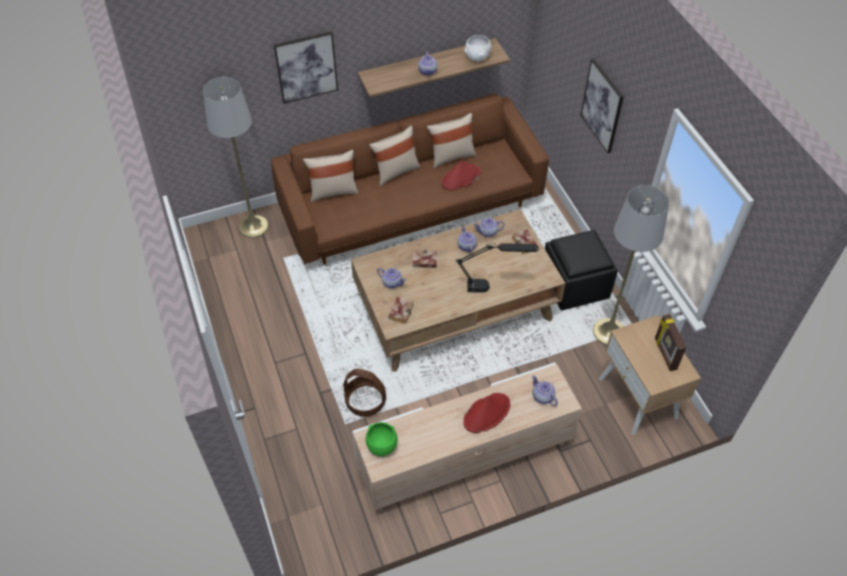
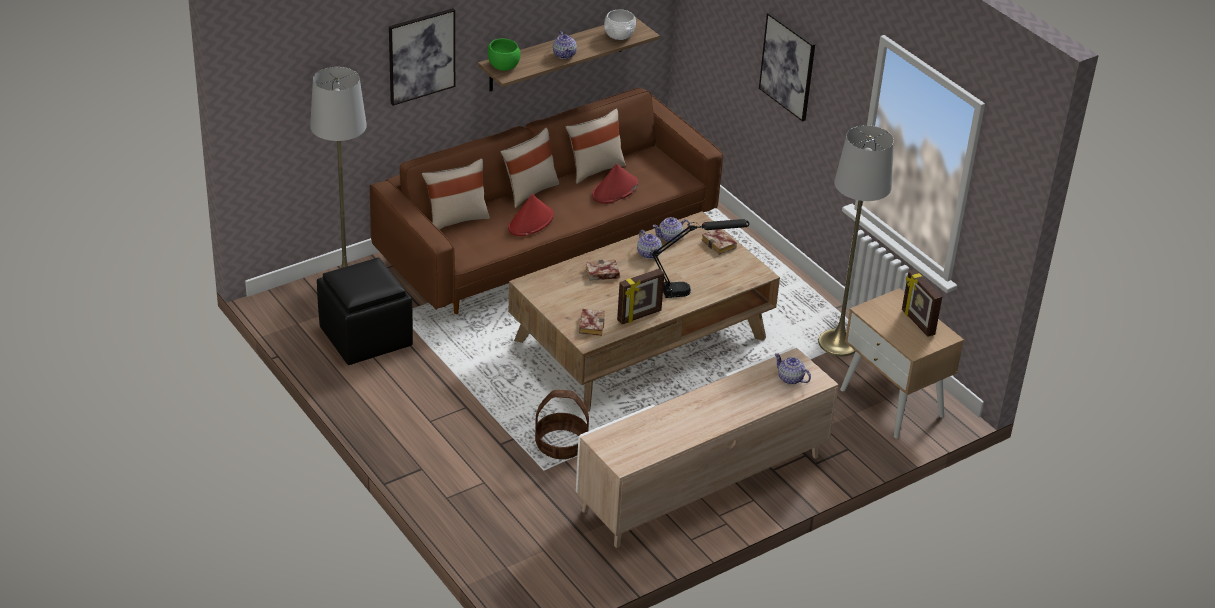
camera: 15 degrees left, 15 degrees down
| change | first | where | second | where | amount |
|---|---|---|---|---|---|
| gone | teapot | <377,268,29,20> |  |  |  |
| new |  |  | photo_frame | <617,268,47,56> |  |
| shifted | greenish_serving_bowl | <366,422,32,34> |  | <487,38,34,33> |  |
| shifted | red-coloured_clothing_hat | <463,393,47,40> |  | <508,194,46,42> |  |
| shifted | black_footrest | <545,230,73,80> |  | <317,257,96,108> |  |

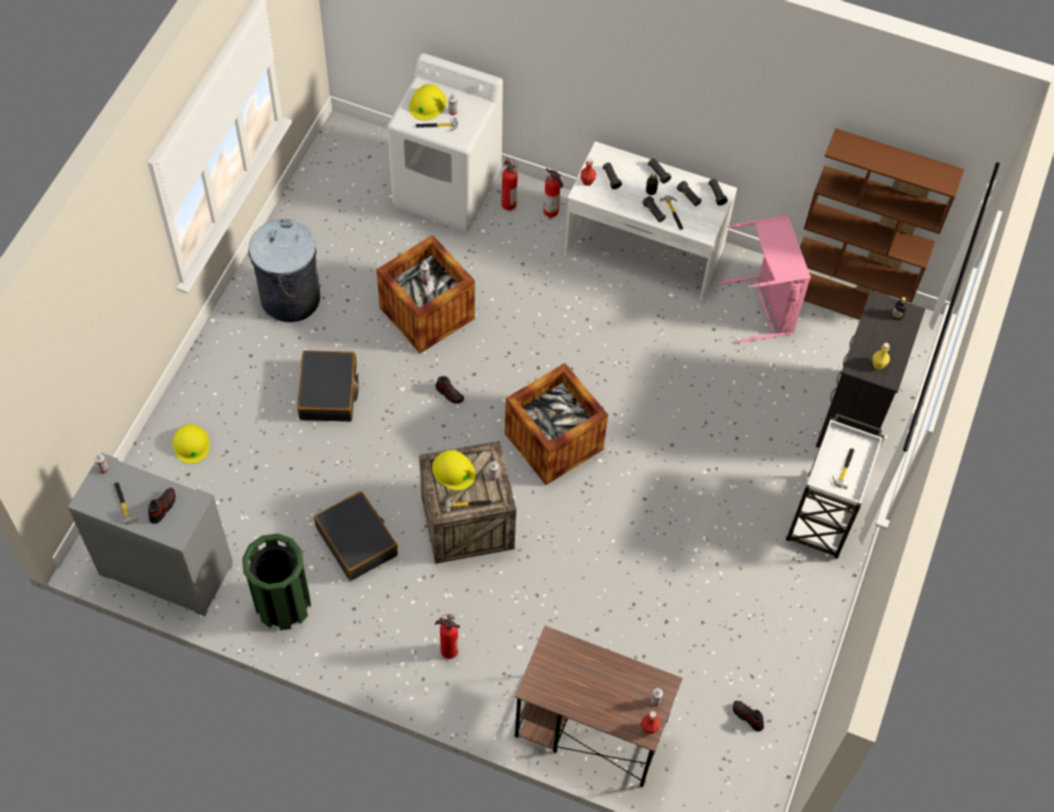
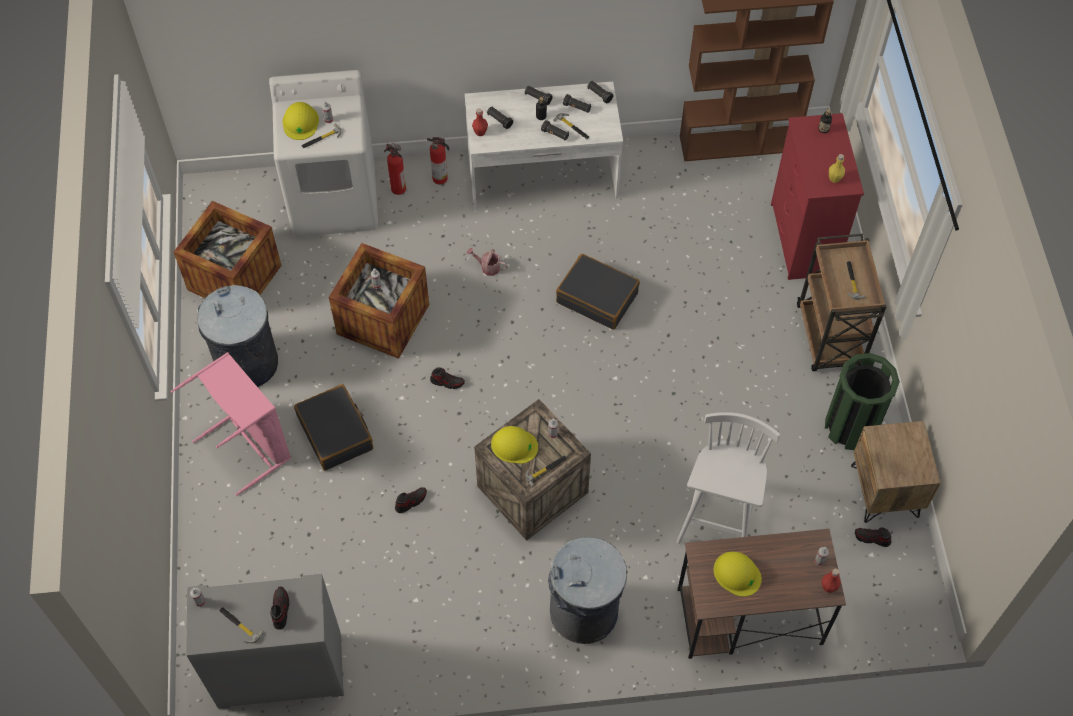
camera: 25 degrees left, 0 degrees up
| change | first | where | second | where | amount |
|---|---|---|---|---|---|
| new |  |  | shoe | <395,487,32,26> |  |
| new |  |  | sprinkling_can | <467,247,41,29> |  |
| new |  |  | whitish_stool_seat | <677,412,104,132> |  |
| new |  |  | brown_nightstand | <851,421,90,102> |  |
| shifted | yellow_work_helmet | <172,424,38,40> |  | <713,552,49,45> |  |
| shifted | greenish_waste_bin | <242,533,69,97> |  | <825,353,75,97> |  |
| shifted | black_suitcase | <314,491,84,90> |  | <556,254,84,76> |  |
| shifted | packing_crate | <505,363,103,122> |  | <174,201,108,97> |  |
| shifted | pinkish_hamper | <715,215,96,128> |  | <171,352,120,144> |  |
| swapped | fire-fighting_cylinder | <435,614,25,45> | gray_waste_bin | <548,537,80,107> |  |
| repainted | whitish_trolley | <786,414,98,145> | brown_trolley | <797,234,89,137> |  |
| repainted | black_chest_of_drawers | <816,290,109,158> | red-coloured_chest_of_drawers | <771,113,93,167> |  |

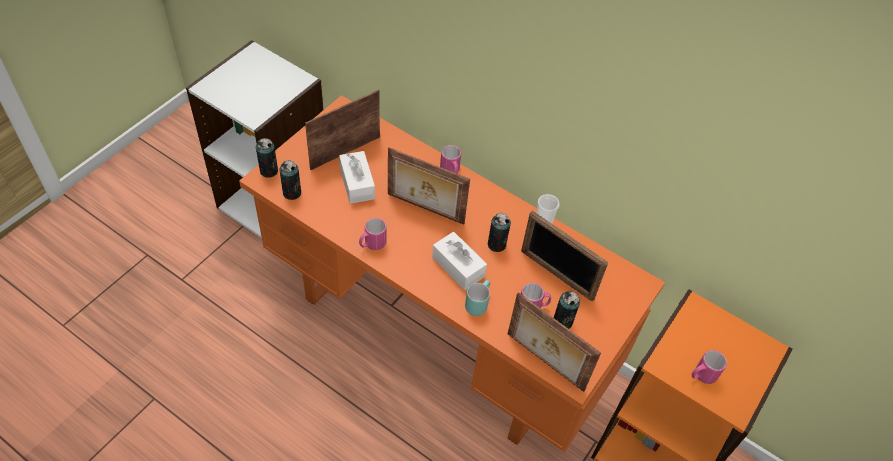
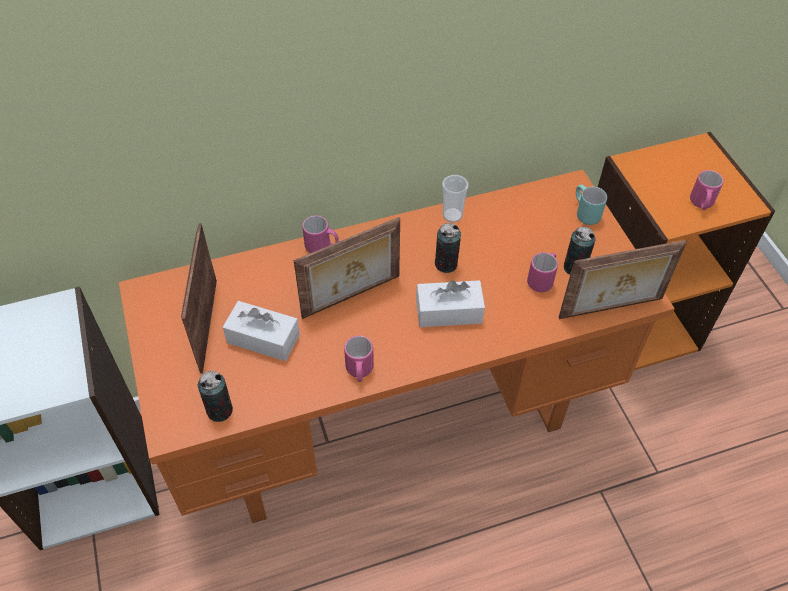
camera: 50 degrees left, 0 degrees up
| change | first | where | second | where | amount |
|---|---|---|---|---|---|
| gone | metal_can | <256,138,22,40> |  |  |  |
| gone | photo_frame | <521,211,88,90> |  |  |  |
| shifted | blue-green_mug | <465,280,25,36> |  | <576,185,31,40> |  |

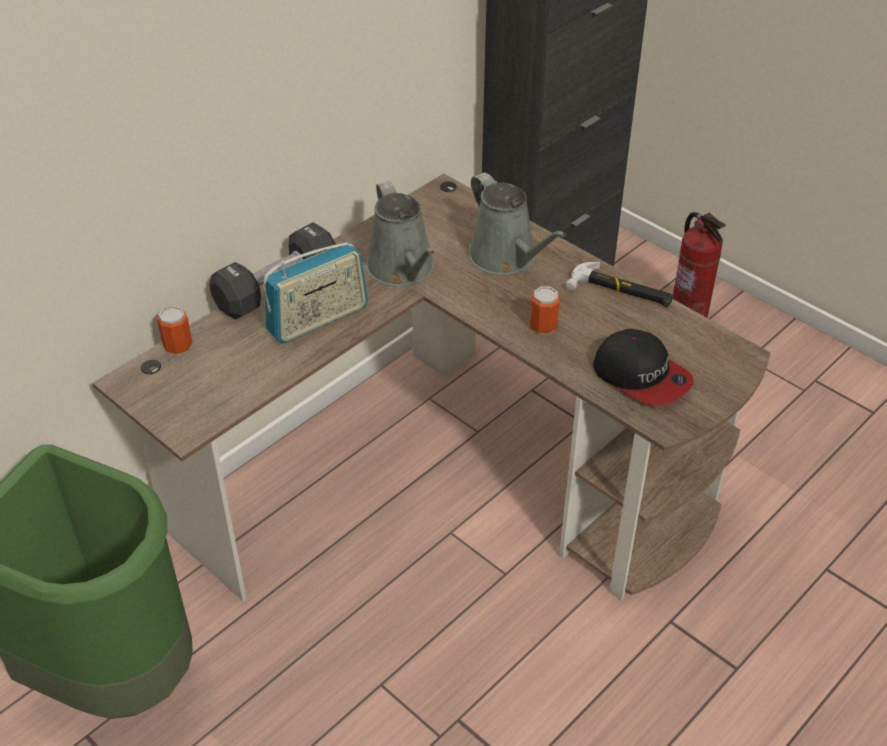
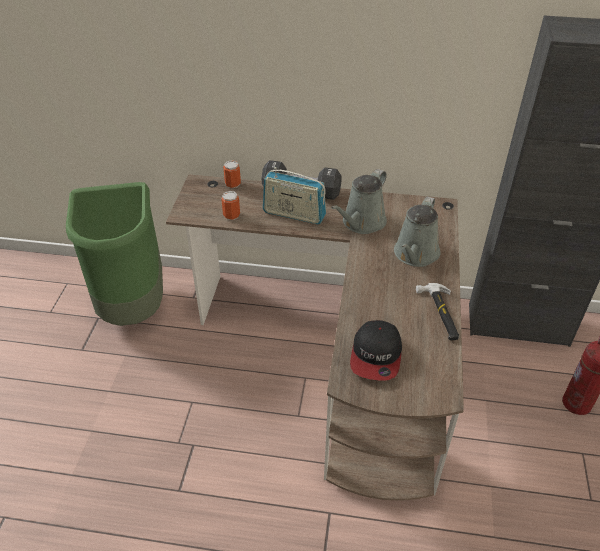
camera: 55 degrees right, 0 degrees up
| change | first | where | second | where | amount |
|---|---|---|---|---|---|
| shifted | metal_can | <530,286,30,49> |  | <221,191,19,29> |  |

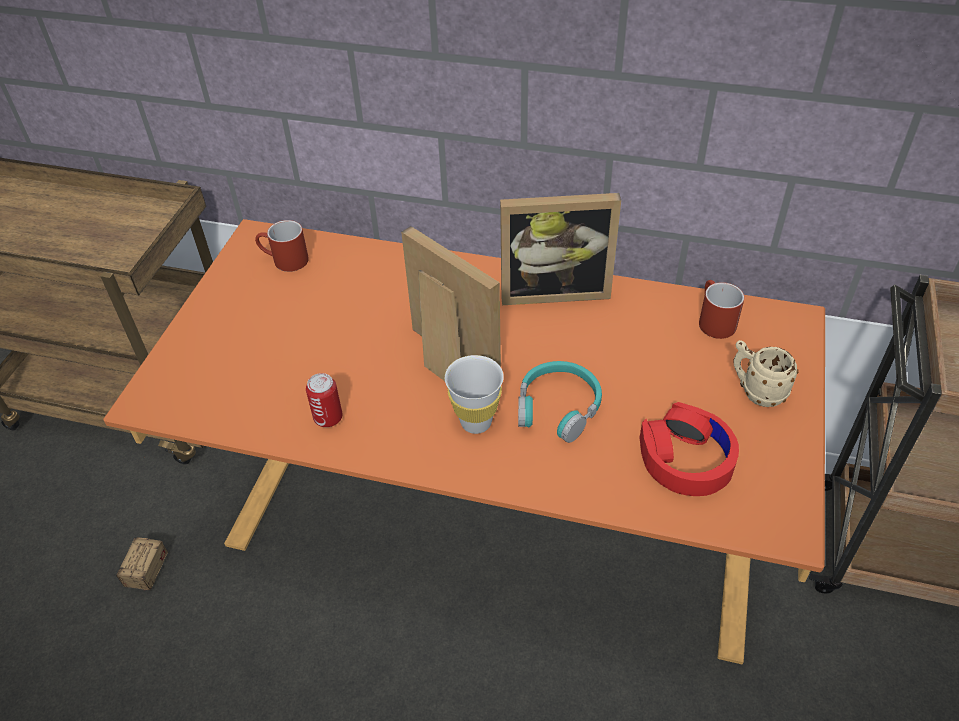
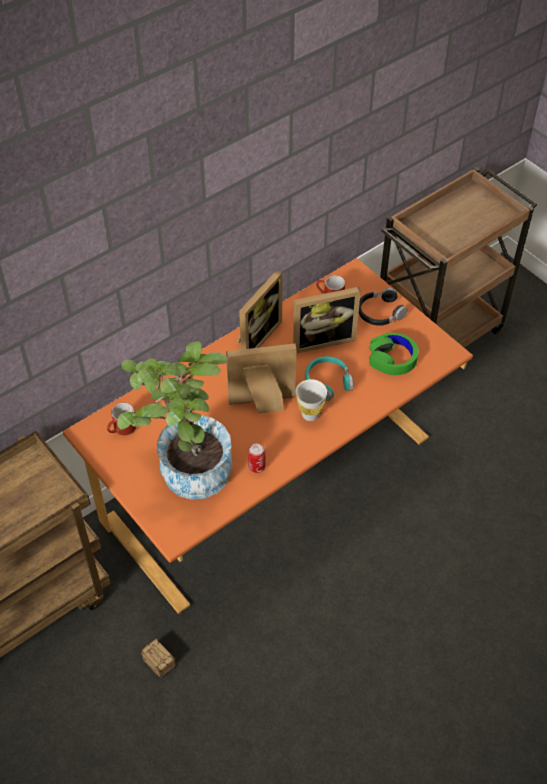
camera: 55 degrees left, 5 degrees up
| change | first | where | second | where | amount |
|---|---|---|---|---|---|
| new |  |  | potted_plant | <117,341,115,159> |  |
| new |  |  | photo_frame | <293,287,68,67> |  |
| swapped | beige-coloured_mug | <733,340,66,67> | black_headphones | <359,288,48,38> |  |
| repainted | red-coloured_headphones | <640,402,99,94> | greenish_headphones | <369,333,49,42> |  |

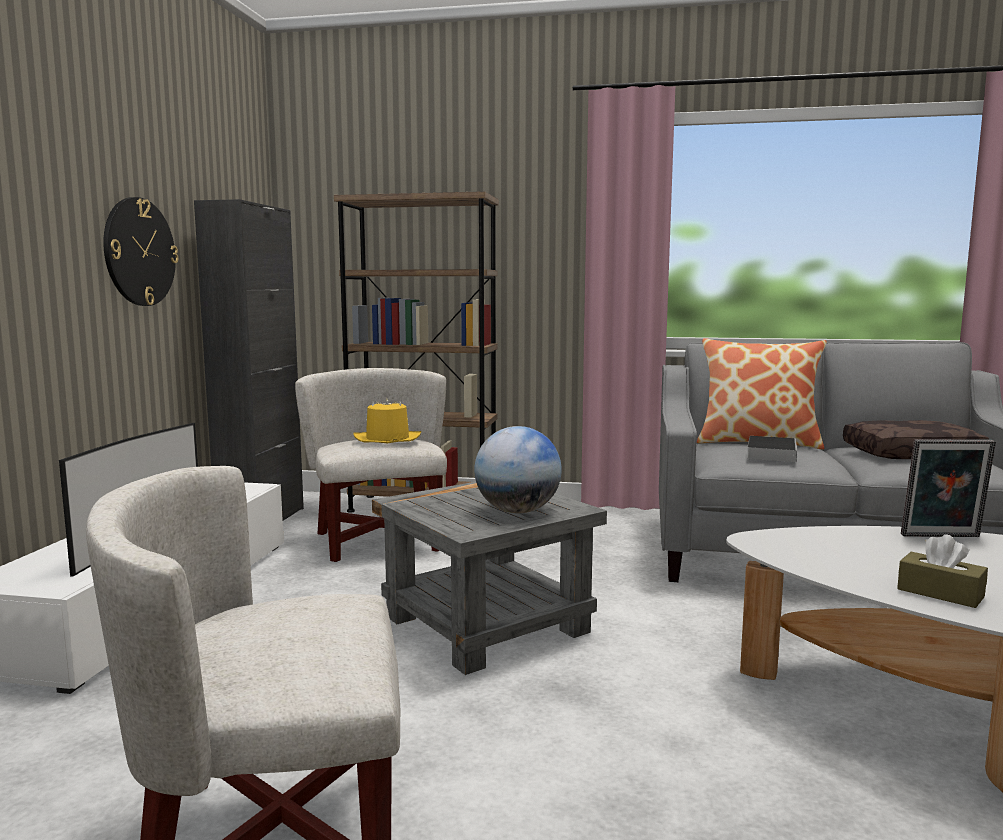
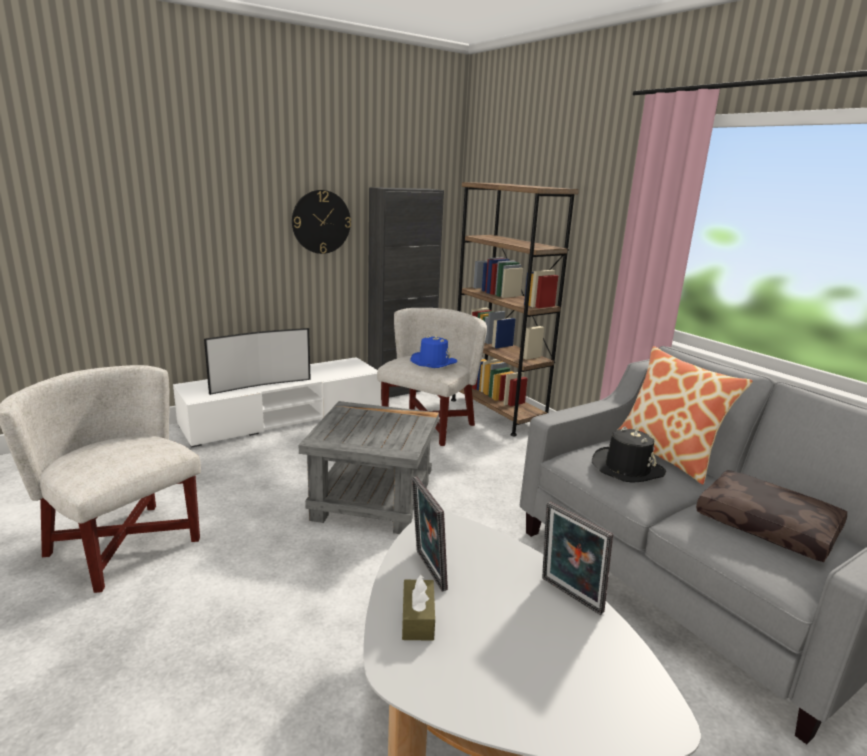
camera: 45 degrees right, 10 degrees up
| change | first | where | second | where | amount |
|---|---|---|---|---|---|
| gone | world_globe | <474,426,88,87> |  |  |  |
| new |  |  | photo_frame | <412,476,36,116> |  |
| swapped | book | <747,436,50,26> | black_clothing_hat | <592,427,74,56> |  |
| repainted | yellow_clothing_hat | <353,398,68,45> | blue-coloured_clothing_hat | <410,335,47,33> |  |

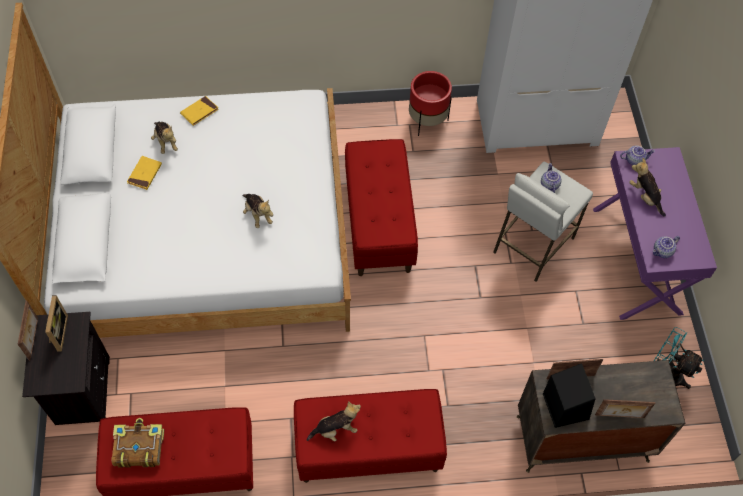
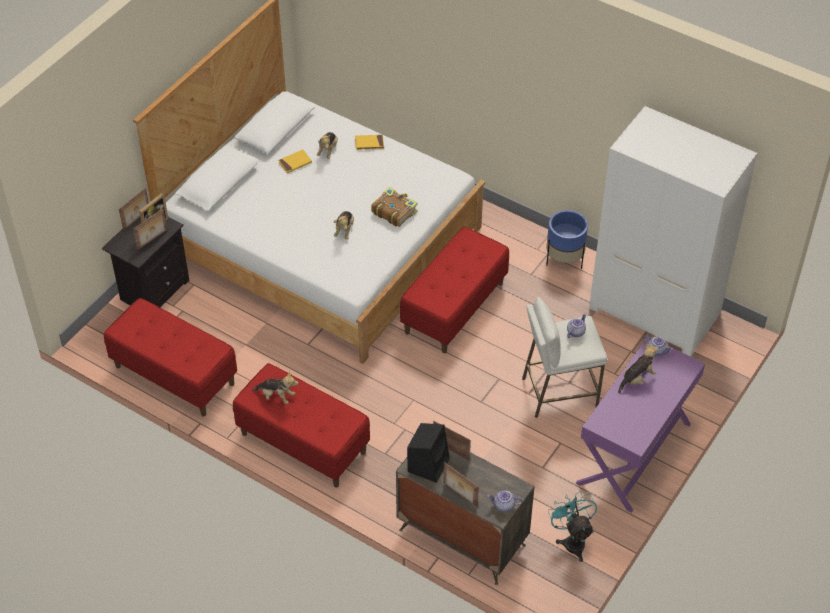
camera: 40 degrees right, 10 degrees down
| change | first | where | second | where | amount |
|---|---|---|---|---|---|
| new |  |  | photo_frame | <133,209,34,41> |  |
| shifted | book | <111,418,53,50> |  | <371,187,47,40> |  |
| shifted | teapot | <653,236,27,22> |  | <487,491,35,21> |  |
| repainted | red-coloured_planter | <409,71,43,65> | blue-coloured_planter | <546,210,42,59> |  |
| rotated | cuddly_toy | <629,158,37,59> |  | <618,344,40,49> | 45 degrees clockwise |

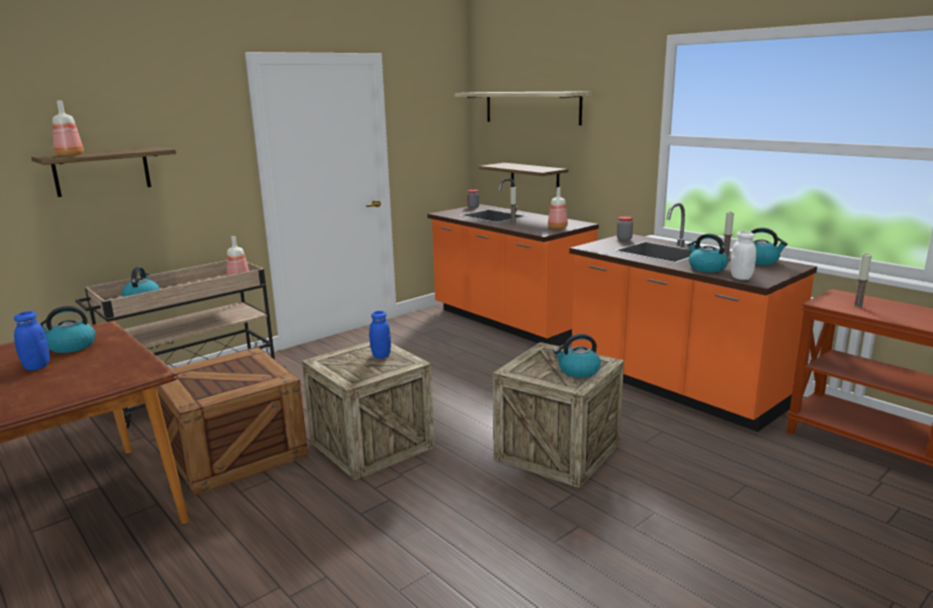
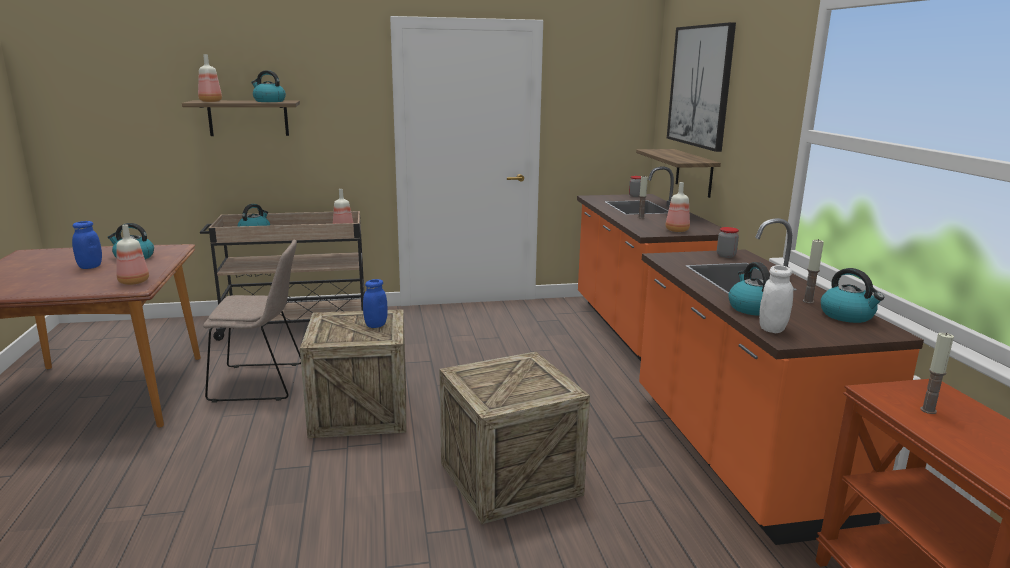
camera: 30 degrees right, 0 degrees up
| change | first | where | second | where | amount |
|---|---|---|---|---|---|
| new |  |  | beverage_bottle | <116,225,33,60> |  |
| shifted | tea_kettle | <553,334,48,44> |  | <251,70,35,32> |  |
| swapped | packing_crate | <156,347,152,149> | beige-coloured_upright_chair | <203,240,98,163> |  |
| swapped | bracket_shelf | <455,91,137,34> | wall_art | <667,22,69,130> |  |

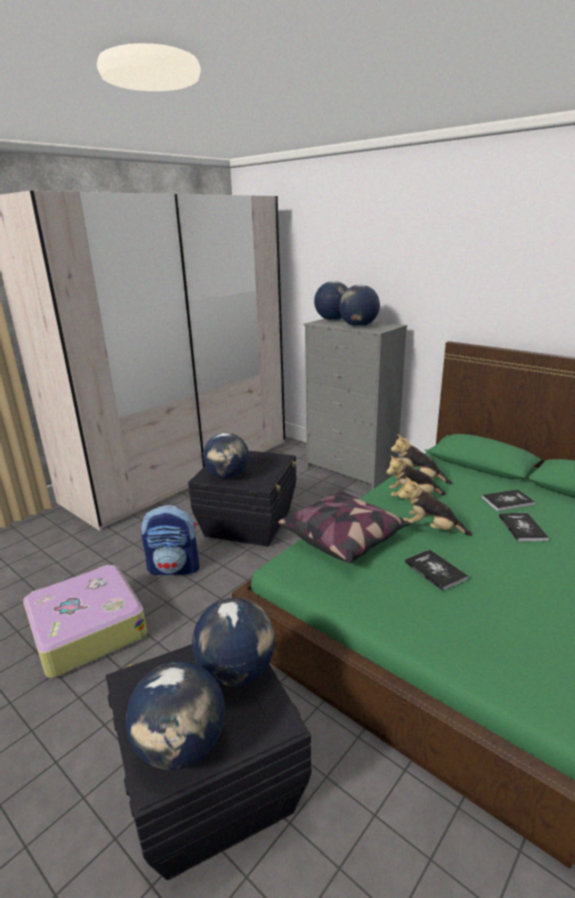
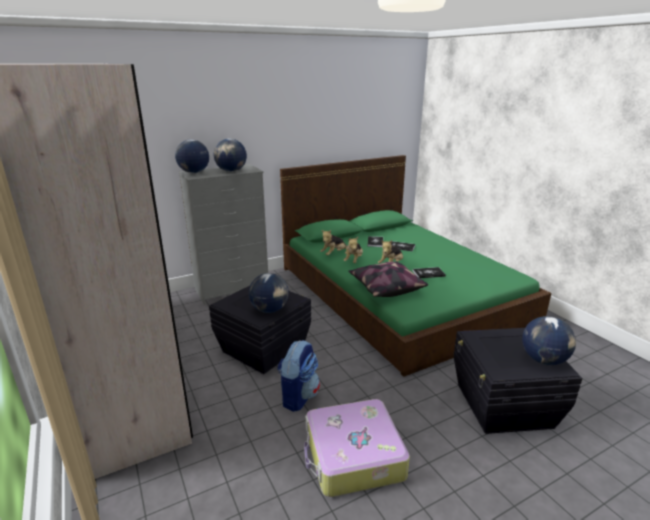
camera: 70 degrees left, 0 degrees up
| change | first | where | second | where | amount |
|---|---|---|---|---|---|
| gone | world_globe | <192,598,83,88> |  |  |  |

